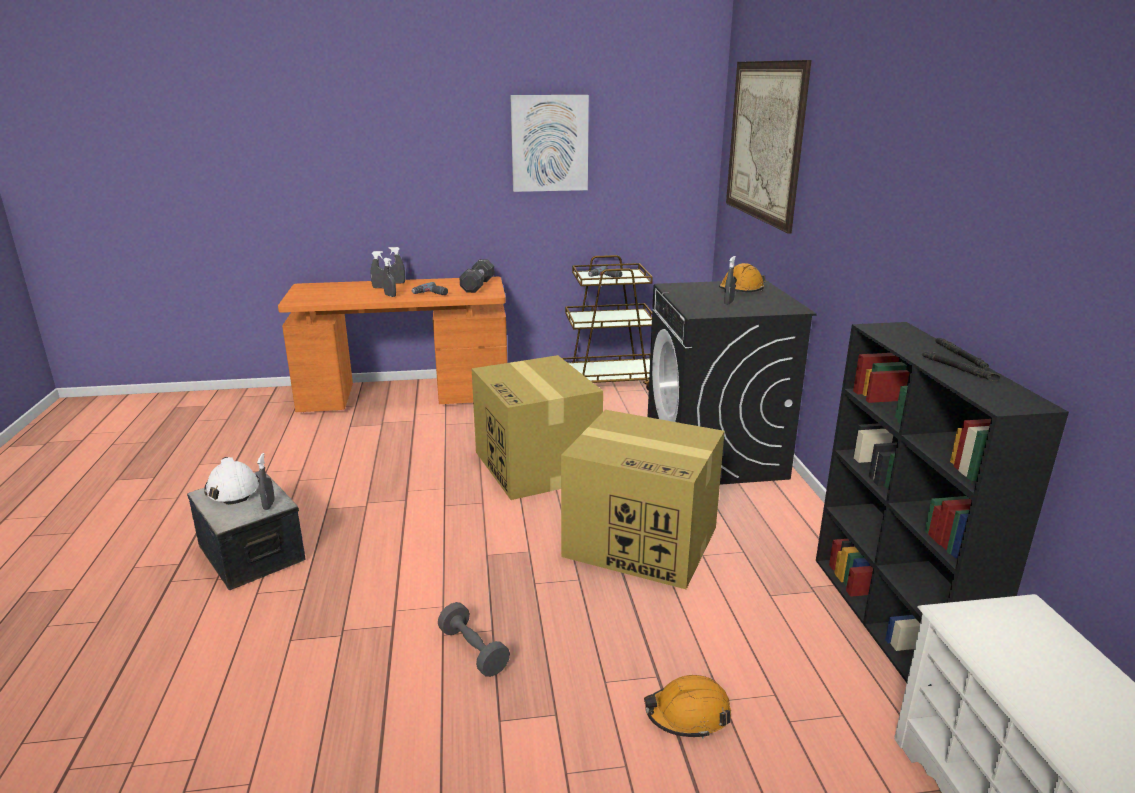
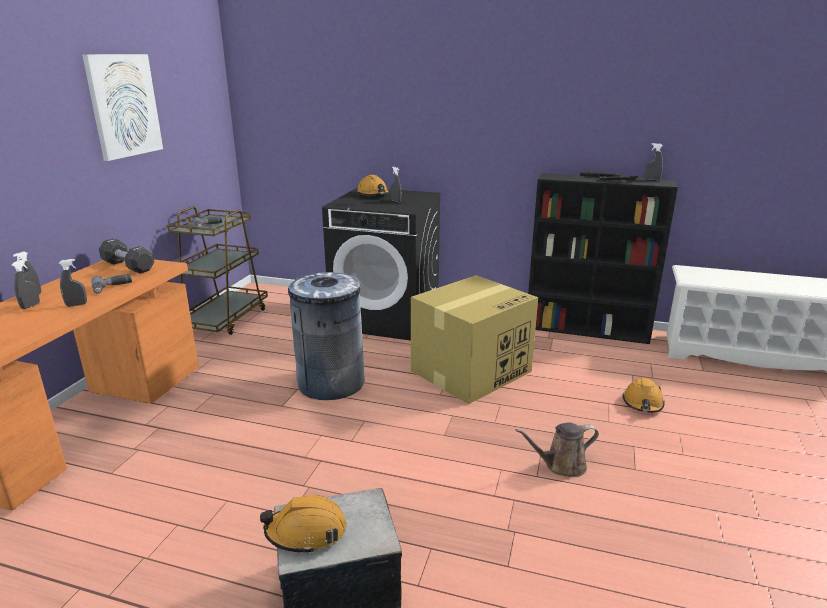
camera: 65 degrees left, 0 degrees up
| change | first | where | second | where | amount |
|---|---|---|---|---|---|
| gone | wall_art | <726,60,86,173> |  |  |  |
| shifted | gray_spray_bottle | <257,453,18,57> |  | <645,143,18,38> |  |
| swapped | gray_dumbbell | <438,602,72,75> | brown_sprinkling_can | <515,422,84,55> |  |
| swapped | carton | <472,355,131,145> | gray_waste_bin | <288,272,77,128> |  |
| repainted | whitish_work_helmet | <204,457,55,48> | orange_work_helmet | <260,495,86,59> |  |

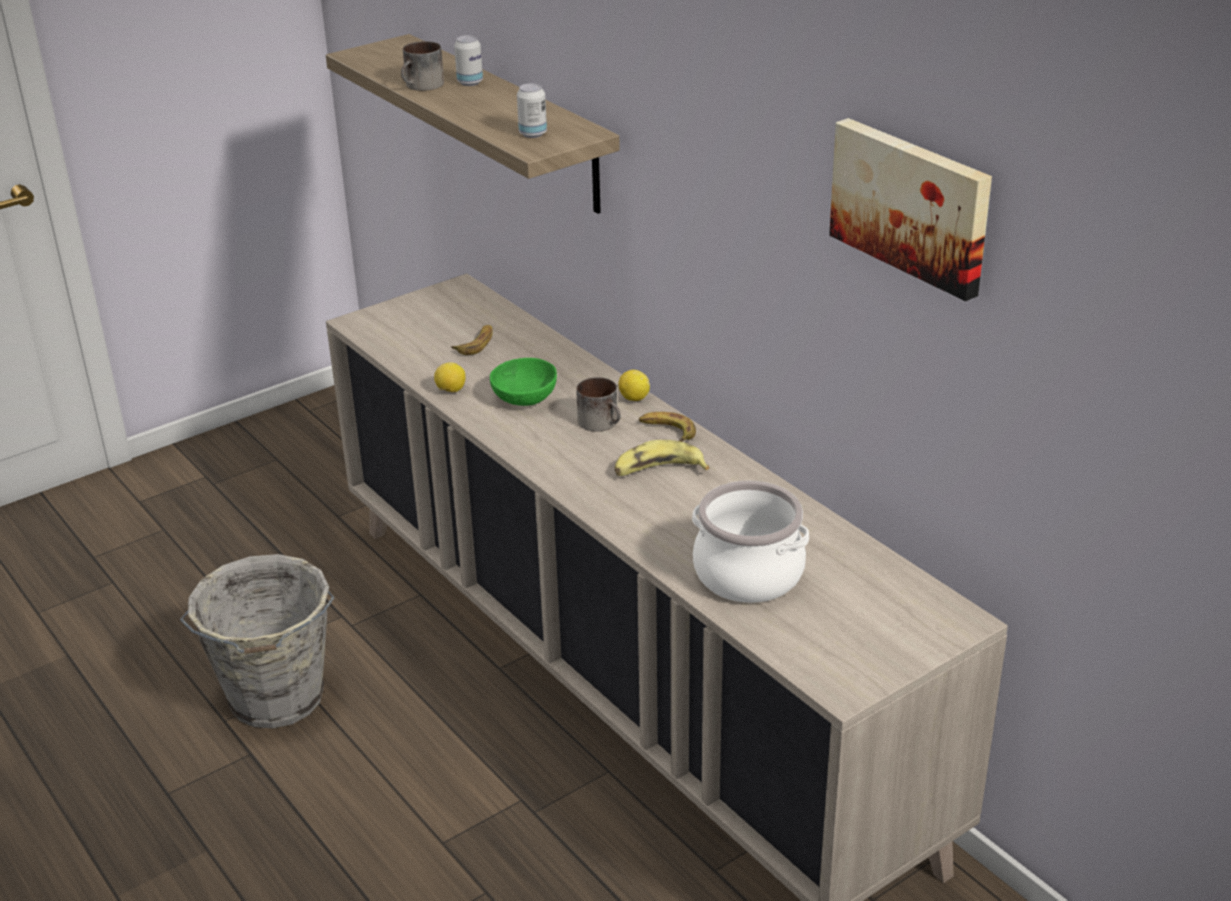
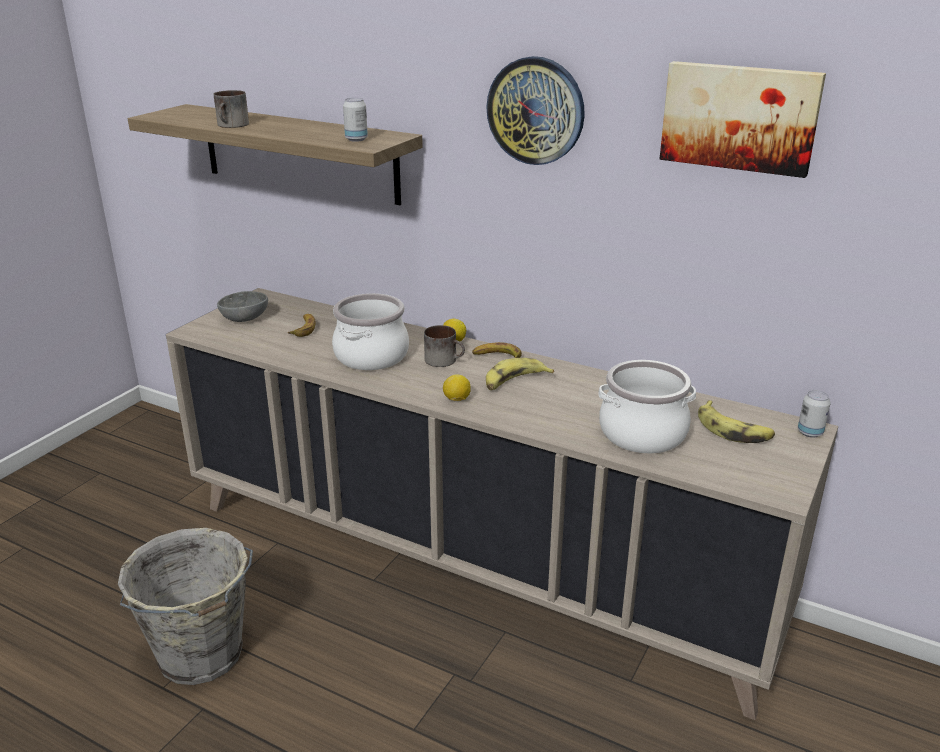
camera: 25 degrees left, 5 degrees down
| change | first | where | second | where | amount |
|---|---|---|---|---|---|
| new |  |  | gray_serving_bowl | <217,291,51,31> |  |
| new |  |  | hanging_clock | <486,56,99,109> |  |
| new |  |  | banana | <698,400,77,43> |  |
| shifted | whole_lemon | <434,362,31,30> |  | <443,374,28,27> |  |
| shifted | metal_can | <454,35,29,51> |  | <798,390,33,48> |  |
| swapped | greenish_serving_bowl | <490,358,67,48> | cooking_pot | <332,293,77,77> |  |

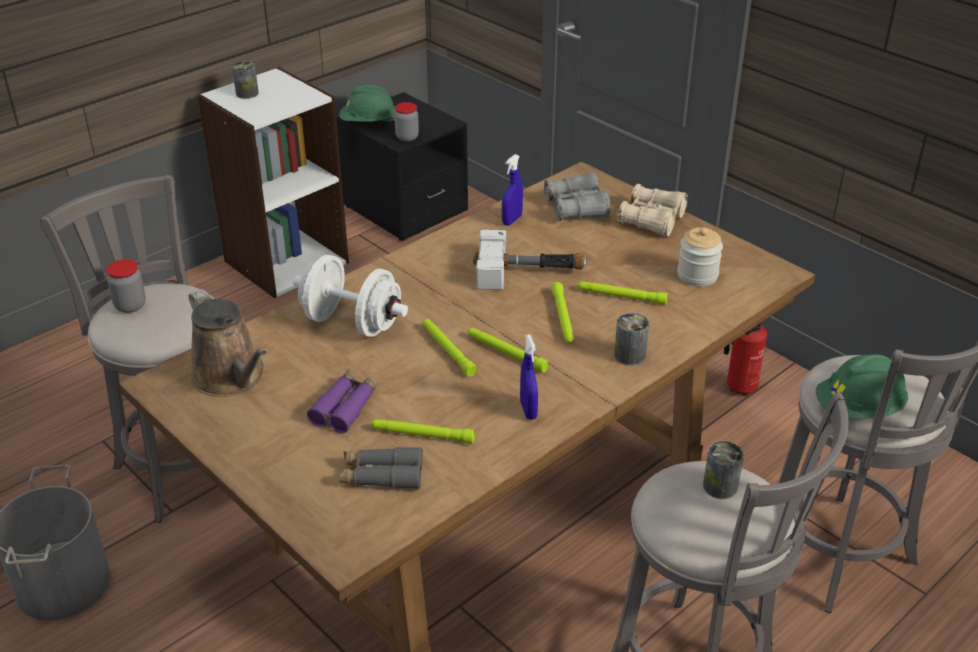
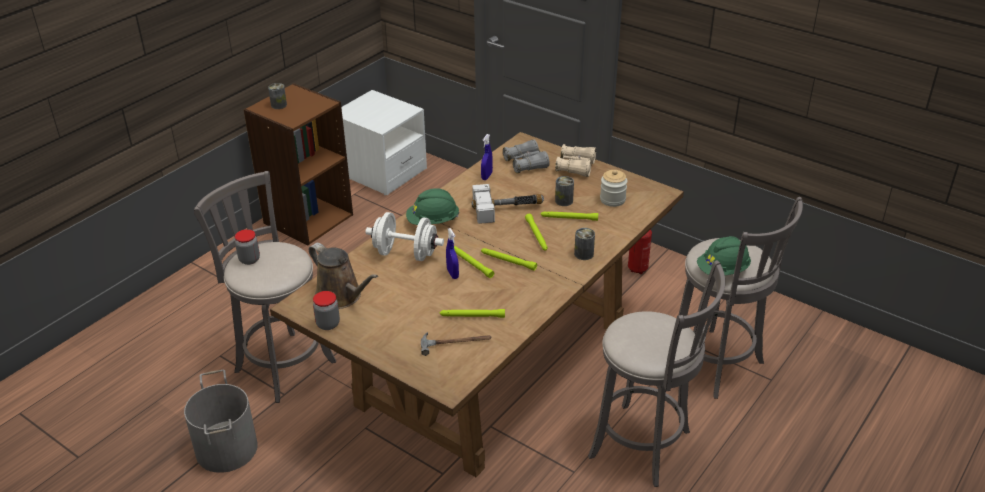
camera: 10 degrees left, 0 degrees up
| change | first | where | second | where | amount |
|---|---|---|---|---|---|
| gone | purplish_binoculars | <307,370,72,63> |  |  |  |
| shifted | greenish_work_helmet | <339,85,57,37> |  | <406,188,53,37> |  |
| shifted | preserve_jar | <394,102,25,40> |  | <313,291,27,39> |  |
| shifted | blue-coloured_spray_bottle | <520,334,18,86> |  | <446,228,13,51> |  |
| shifted | metal_can | <703,441,41,58> |  | <555,176,19,30> |  |
| swapped | gray_binoculars | <339,447,84,42> | hand_hammer | <421,332,70,24> |  |
| repainted | whitish_bookshelf | <197,67,152,231> | brown_bookshelf | <243,83,110,162> |  |
| repainted | black_nightstand | <336,92,132,149> | whitish_nightstand | <341,90,86,105> |  |

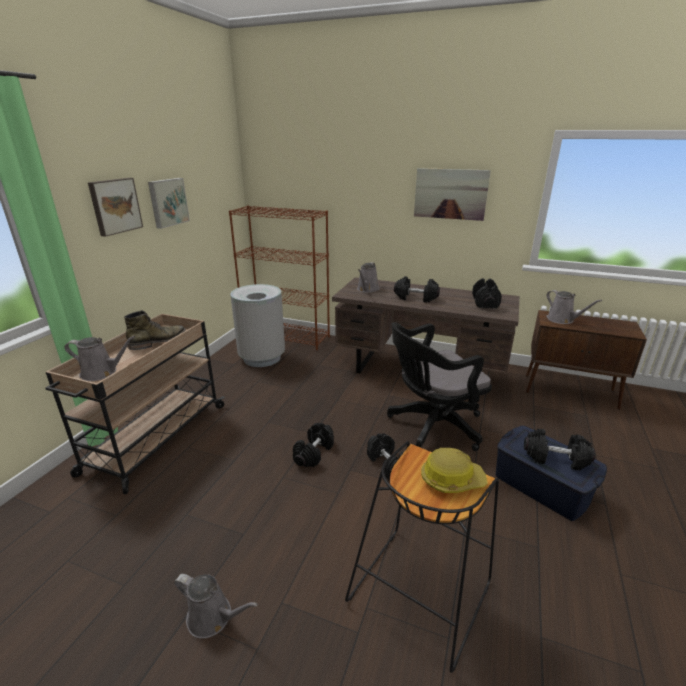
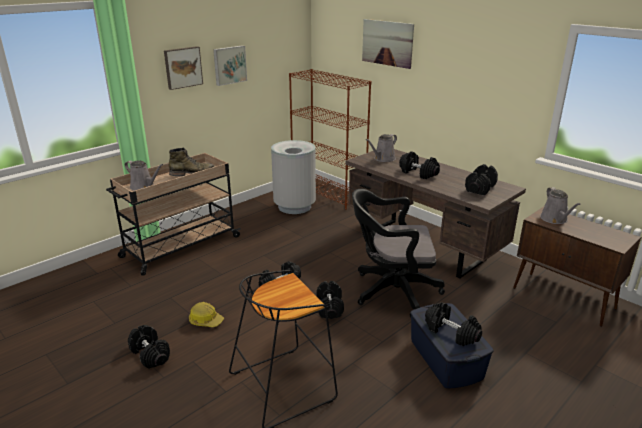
camera: 25 degrees right, 0 degrees up
| change | first | where | second | where | amount |
|---|---|---|---|---|---|
| shifted | wall_art | <414,168,77,53> |  | <362,19,52,50> |  |
| shifted | work_helmet | <421,448,67,45> |  | <189,302,35,25> |  |
| swapped | gray_sprinkling_can | <174,574,84,65> | black_dumbbell | <128,325,42,44> |  |

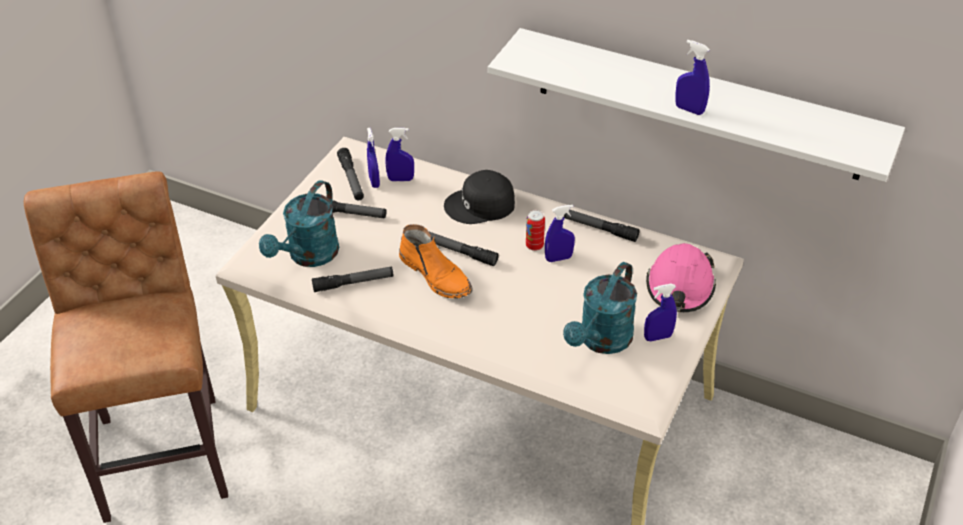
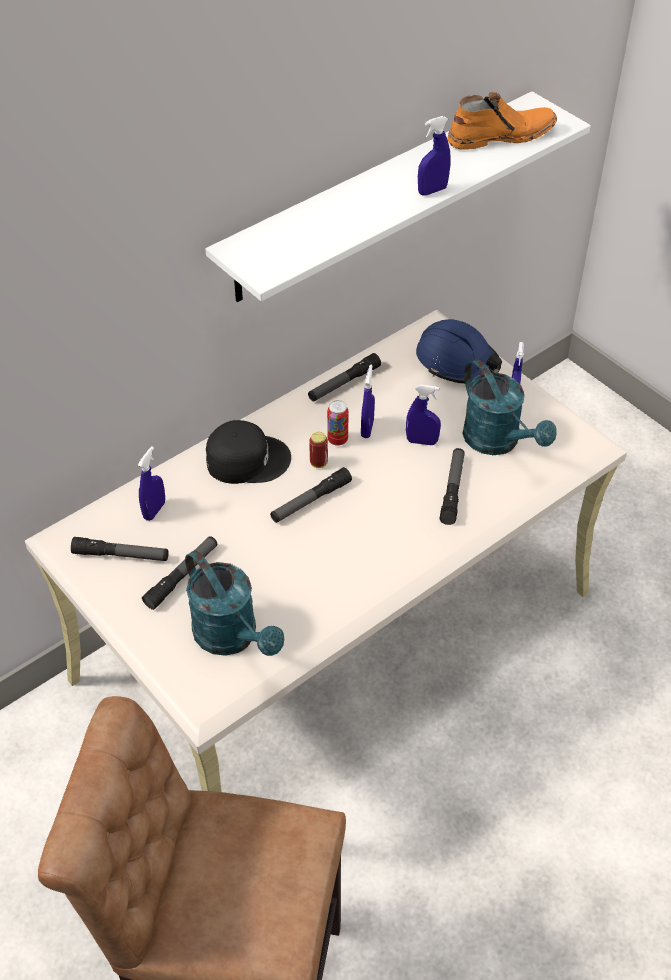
camera: 65 degrees left, 5 degrees up
| change | first | where | second | where | amount |
|---|---|---|---|---|---|
| new |  |  | metal_can | <309,432,19,36> |  |
| shifted | hand_torch | <312,267,82,25> |  | <439,448,26,77> |  |
| shifted | blue-coloured_spray_bottle | <367,128,13,60> |  | <406,384,35,61> |  |
| shifted | orange_tall_boot | <399,224,74,75> |  | <447,92,110,58> |  |
| repainted | pinkish_work_helmet | <646,243,70,69> | blue-coloured_work_helmet | <416,319,86,65> |  |
| rotated | black_cap | <444,170,71,54> |  | <206,420,85,64> | 105 degrees counterclockwise |

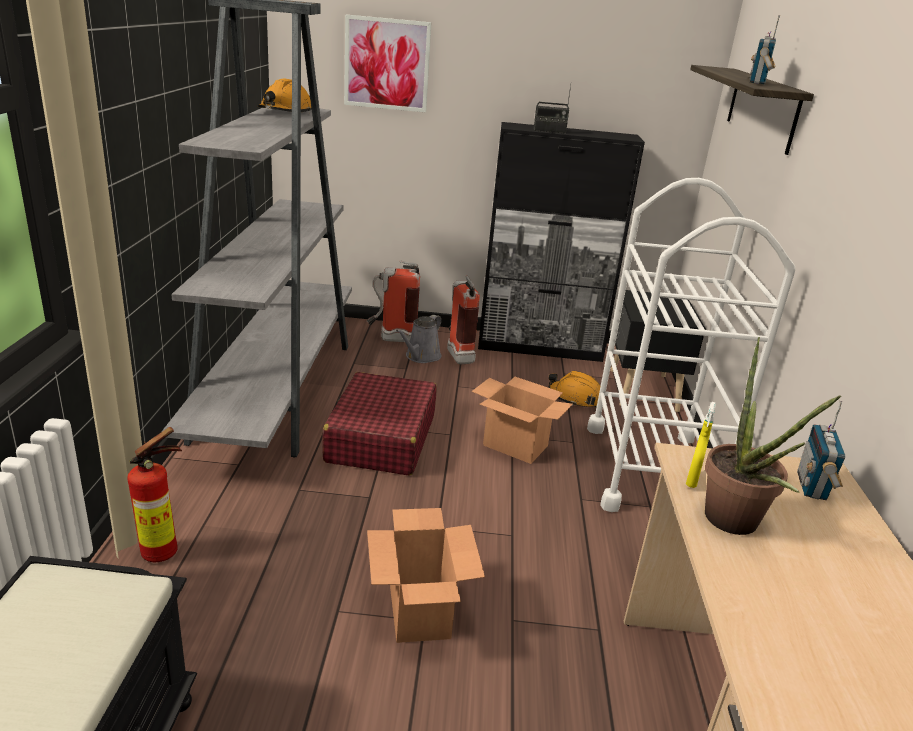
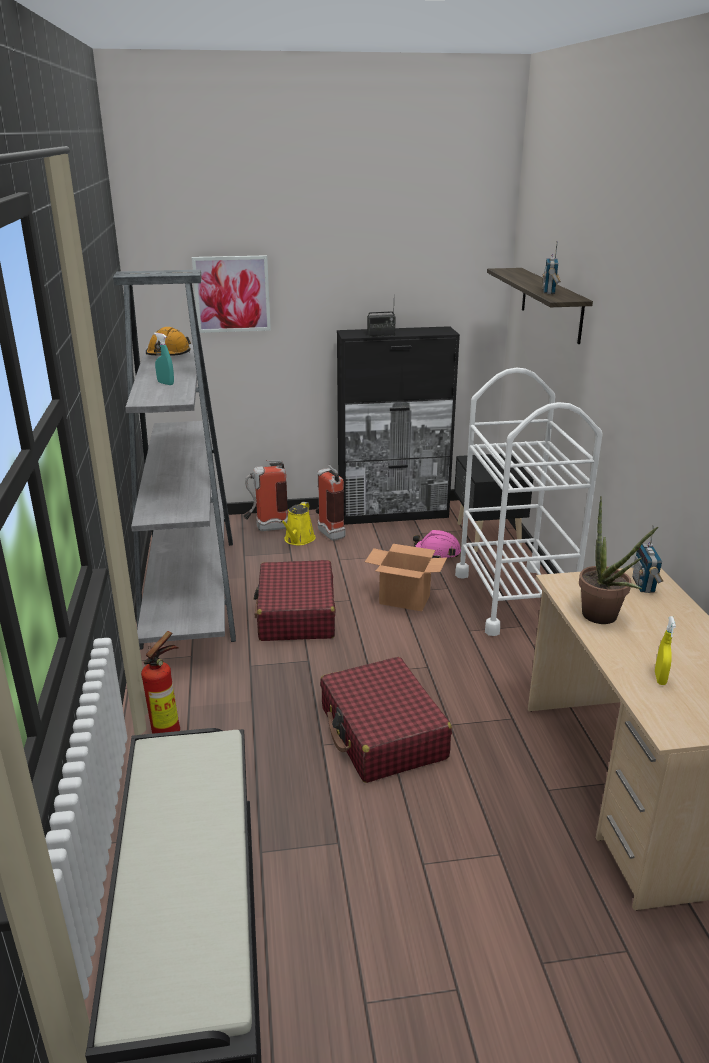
camera: 10 degrees left, 0 degrees up
| change | first | where | second | where | amount |
|---|---|---|---|---|---|
| new |  |  | blue-green_spray_bottle | <154,333,20,52> |  |
| shifted | yellow_spray_bottle | <686,402,30,86> |  | <655,616,21,69> |  |
| swapped | carton | <367,508,118,135> | red-coloured_suitcase | <320,657,132,126> |  |
| repainted | gray_sprinkling_can | <396,315,46,48> | yellow_sprinkling_can | <280,502,36,43> |  |
| repainted | orange_work_helmet | <549,371,51,36> | pinkish_work_helmet | <413,530,48,28> |  |

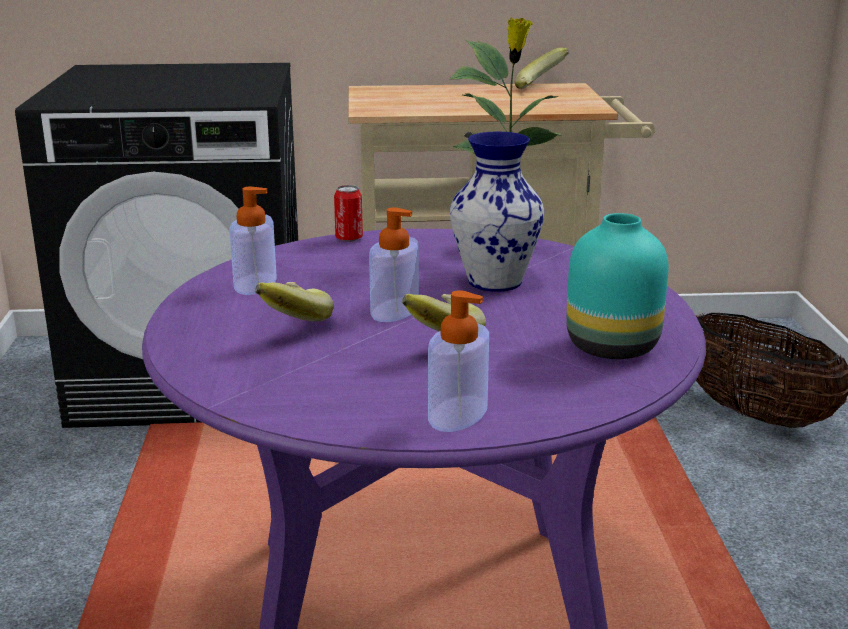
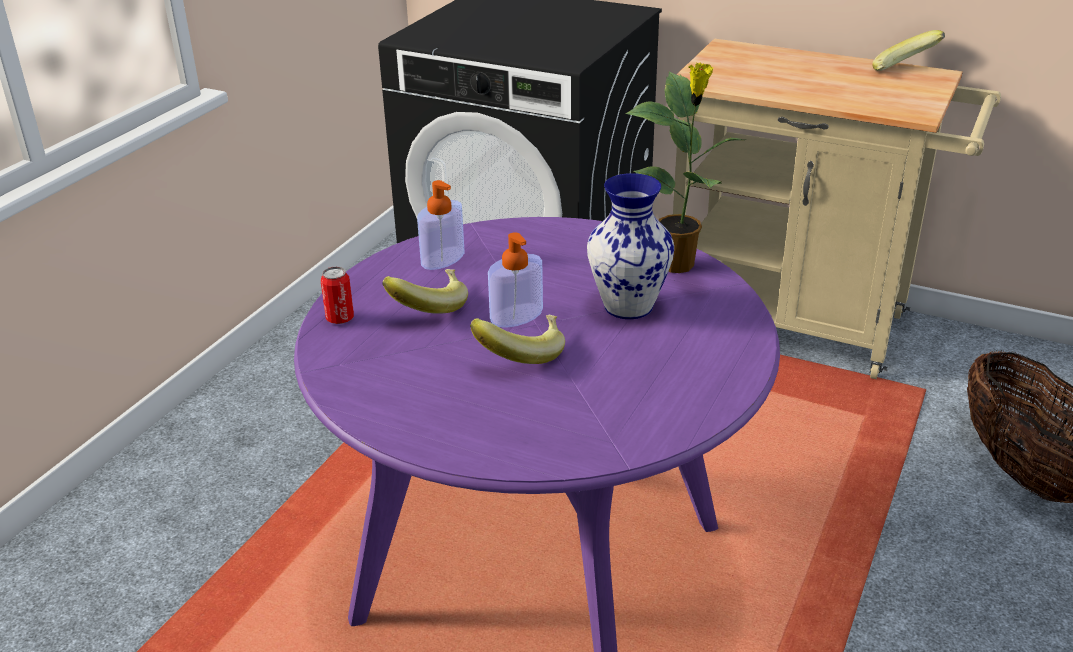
camera: 30 degrees right, 10 degrees up
| change | first | where | second | where | amount |
|---|---|---|---|---|---|
| gone | soap_dispenser | <428,290,61,142> |  |  |  |
| gone | blue-green_flower_vase | <566,213,102,146> |  |  |  |
| shifted | metal_can | <334,185,29,57> |  | <321,266,33,58> |  |

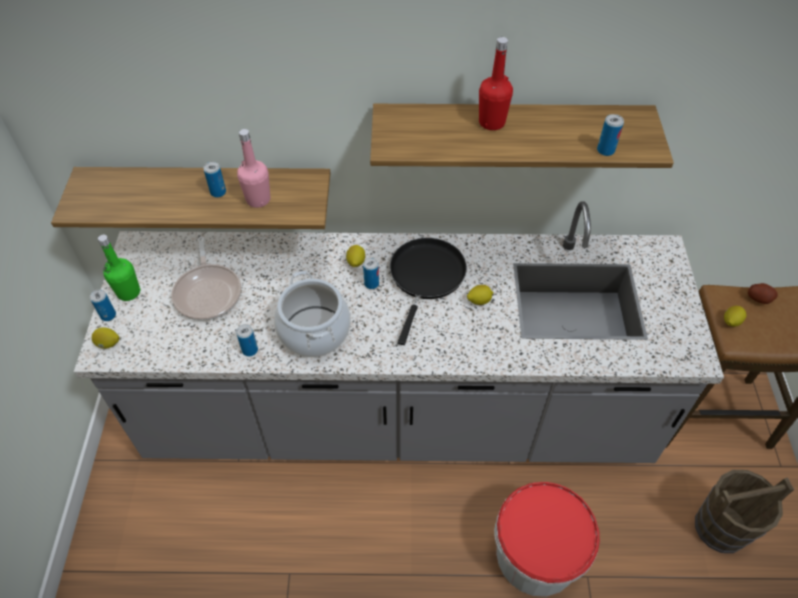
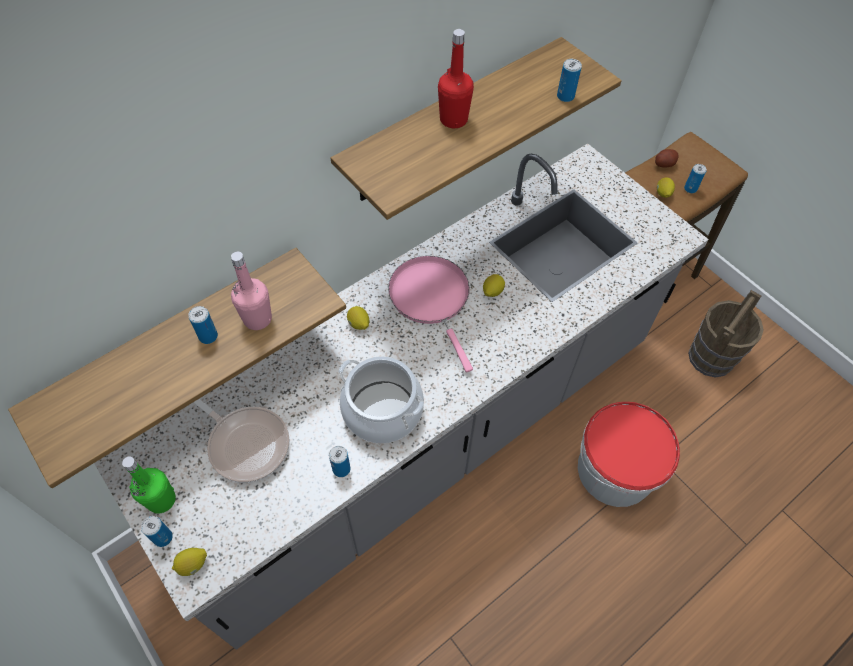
camera: 40 degrees left, 5 degrees up
| change | first | where | second | where | amount |
|---|---|---|---|---|---|
| shifted | metal_can | <363,258,16,31> |  | <684,164,23,29> |  |
| repainted | black_pan | <390,238,77,107> | pinkish_pan | <388,256,85,116> |  |

